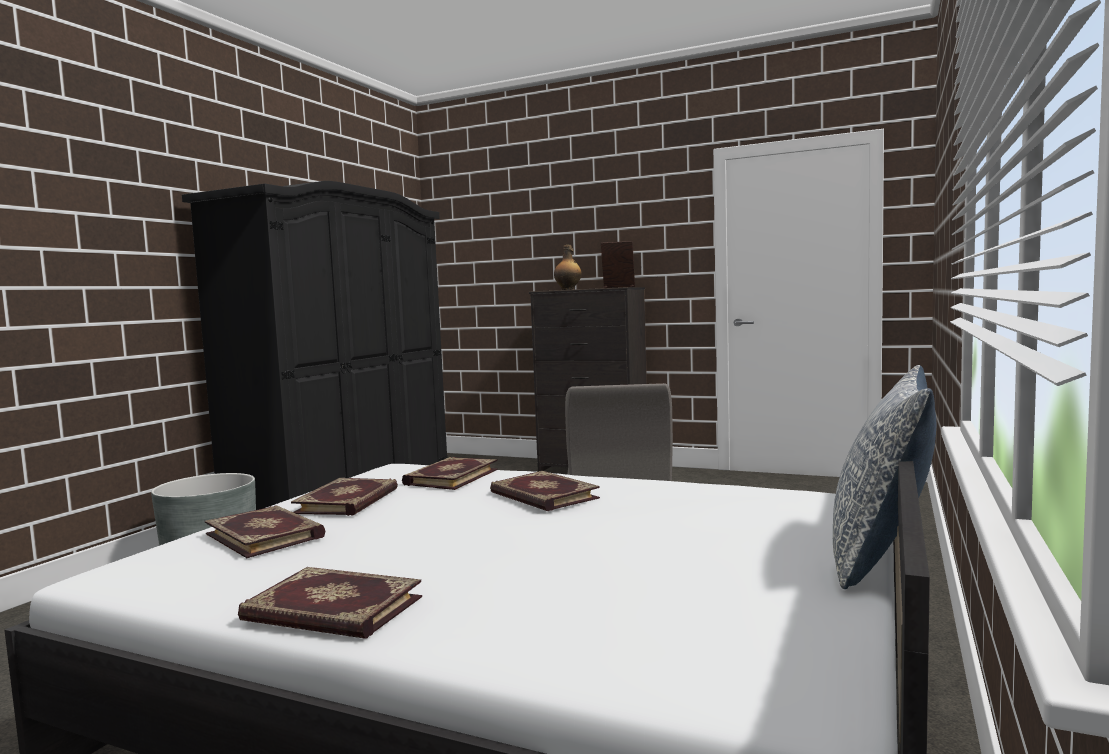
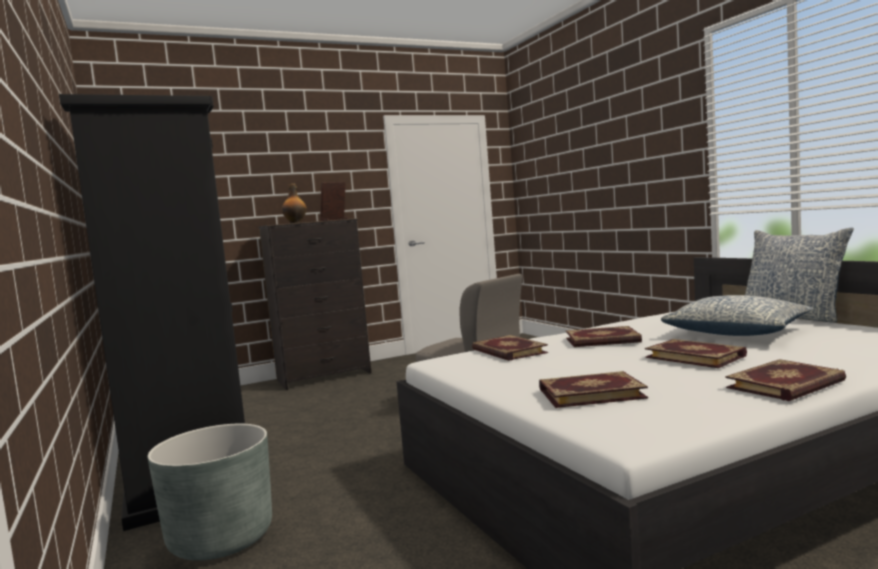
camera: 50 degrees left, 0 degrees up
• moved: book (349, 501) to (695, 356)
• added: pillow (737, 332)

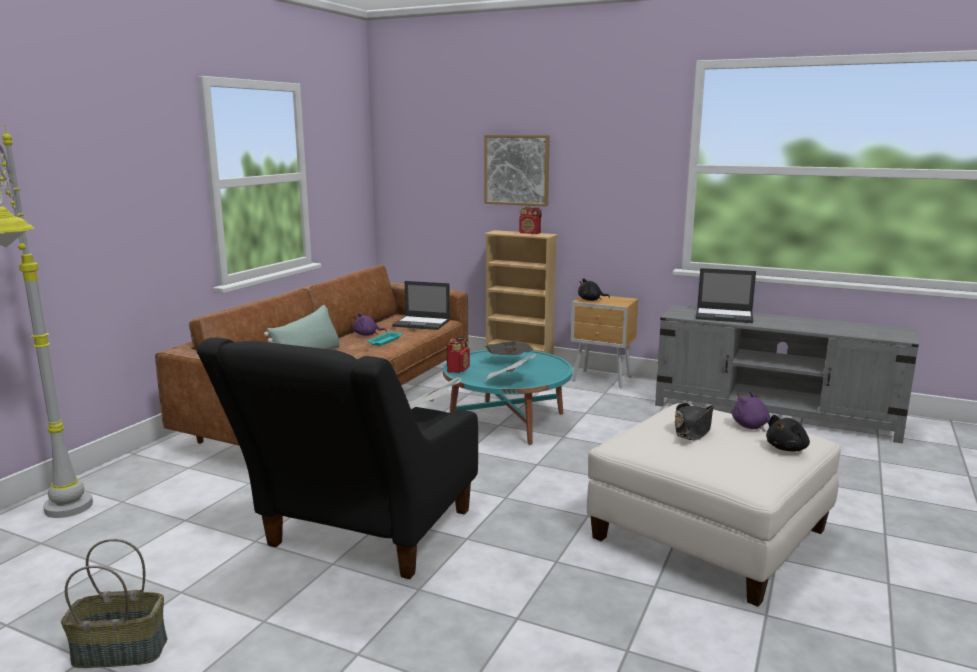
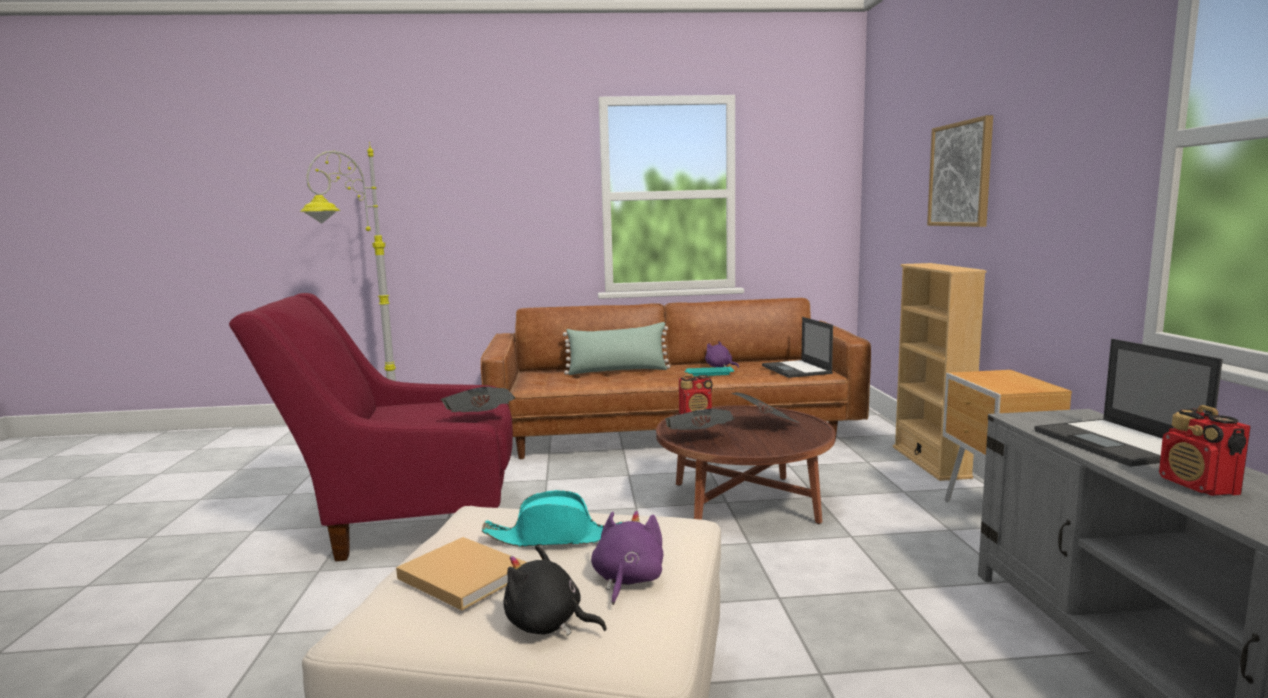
camera: 60 degrees right, 5 degrees down
• removed: basket (121, 650)
• recoloured: black_armchair (361, 537) to red_armchair (405, 520)
• recoloured: turquoise_coffee_table (507, 421) to brown_coffee_table (743, 502)
• moved: radio (530, 233) to (1199, 486)
• removed: black_plush_toy (591, 300)
• recoloured: black_hat (693, 430) to turquoise_hat (555, 537)
• added: beige_book (460, 575)

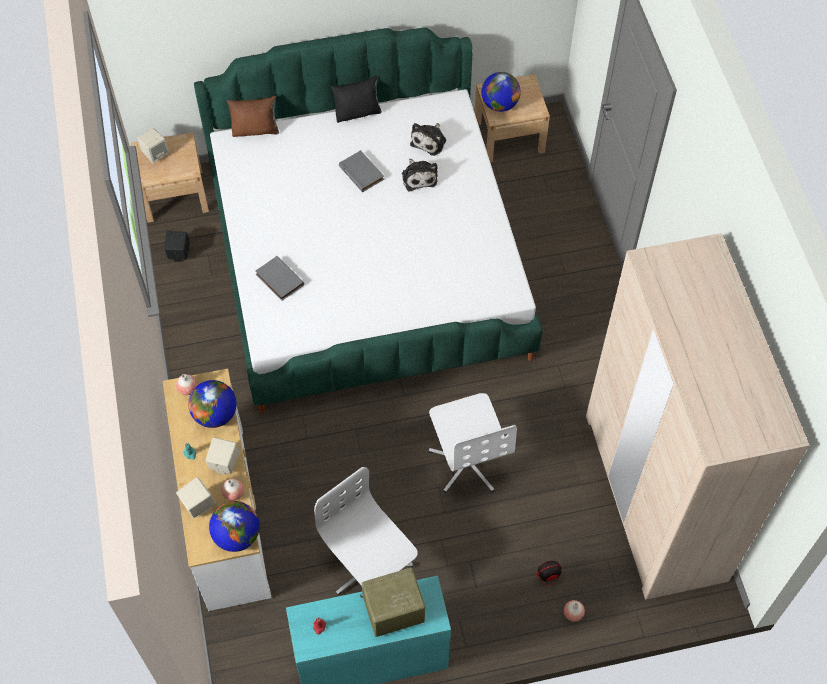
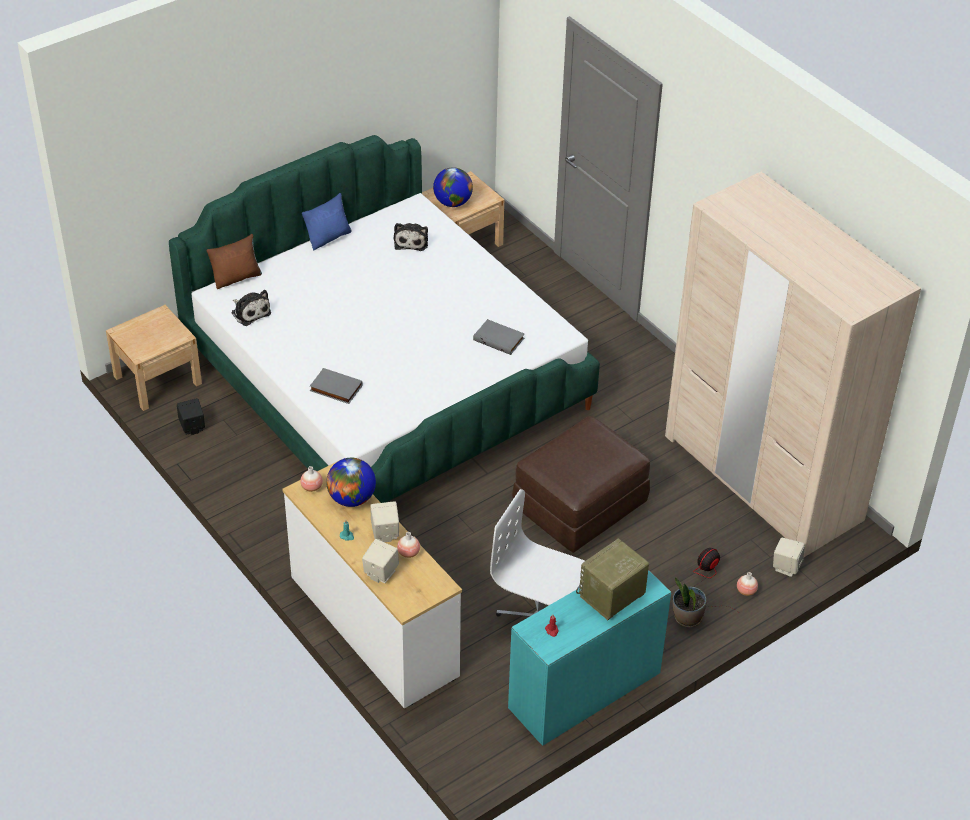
camera: 25 degrees left, 15 degrees down
• moved: beige_speaker (155, 154) to (786, 566)
• removed: globe (237, 535)
• recoloured: black_pillow (357, 113) to blue_pillow (328, 238)
• moved: grey_book (362, 173) to (499, 339)
• moved: plush_toy (418, 177) to (250, 312)
• replaced: white_office_chair (468, 462) to brown_ottoman (579, 506)
• added: potted_plant (687, 618)

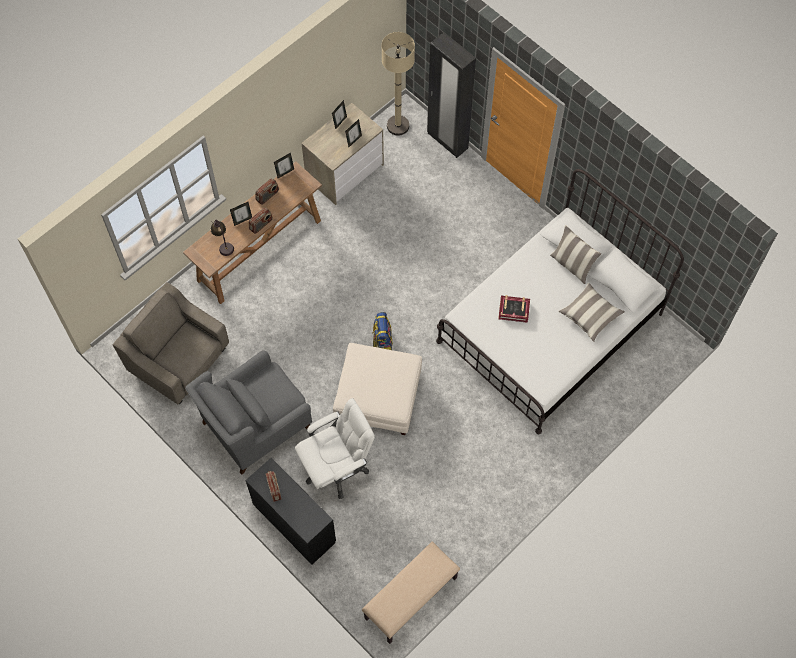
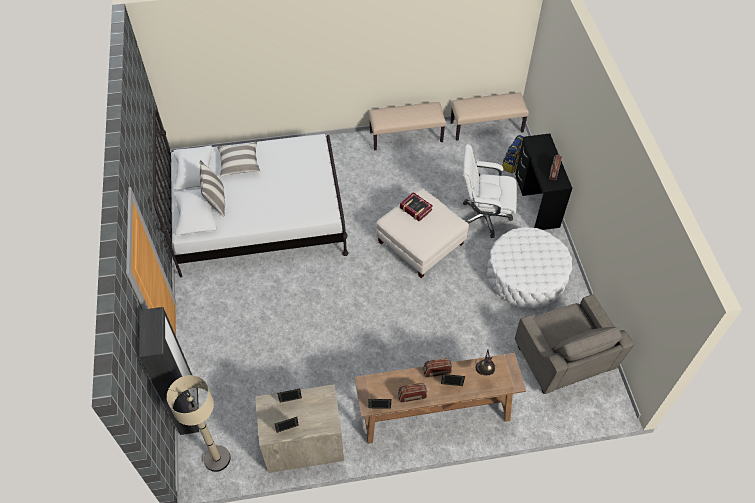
camera: 145 degrees left, 10 degrees down
• replaced: grey_armchair (256, 424) to white_ottoman (526, 276)
• moved: backpack (382, 341) to (512, 165)
• moved: book (514, 310) to (415, 209)
• added: beige_bench (406, 136)

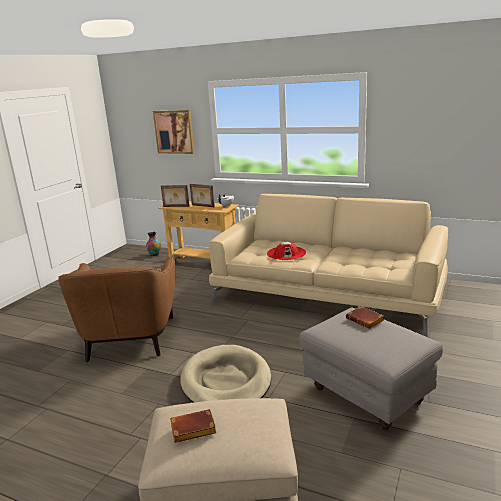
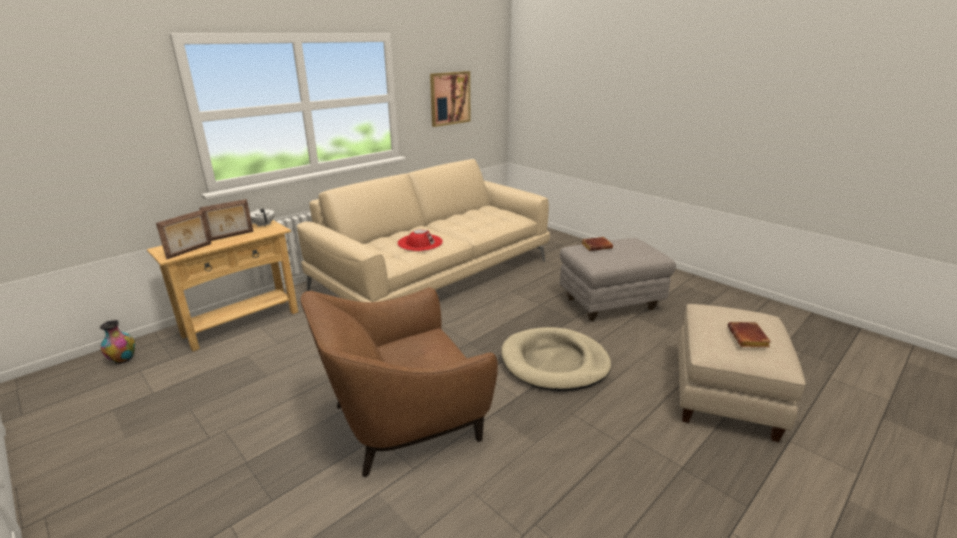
camera: 70 degrees left, 5 degrees up
• turned: brown_armchair (129, 339) = (403, 421) 135 degrees clockwise
• moved: picture (174, 132) to (450, 98)

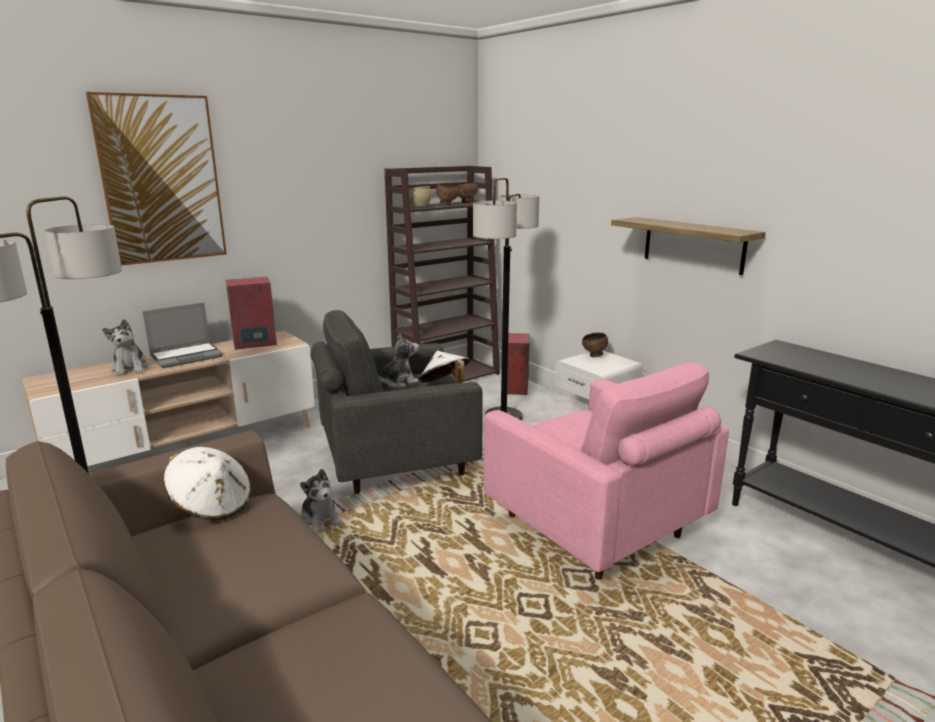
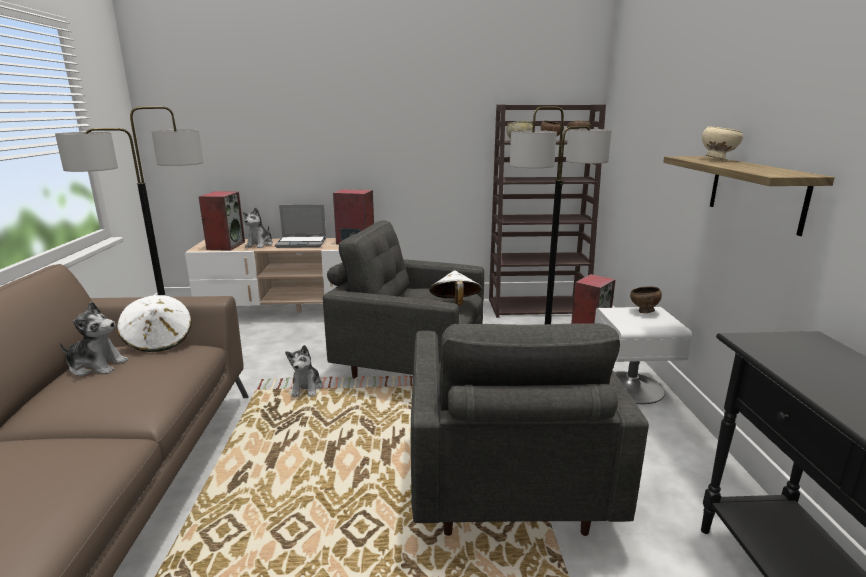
camera: 35 degrees right, 0 degrees up
• removed: picture (161, 180)
• moved: plush_toy (398, 382) to (96, 366)
• recoloured: pink_armchair (595, 529) to grey_armchair (505, 485)
• added: speaker (225, 245)
• added: beige_bowl (717, 159)

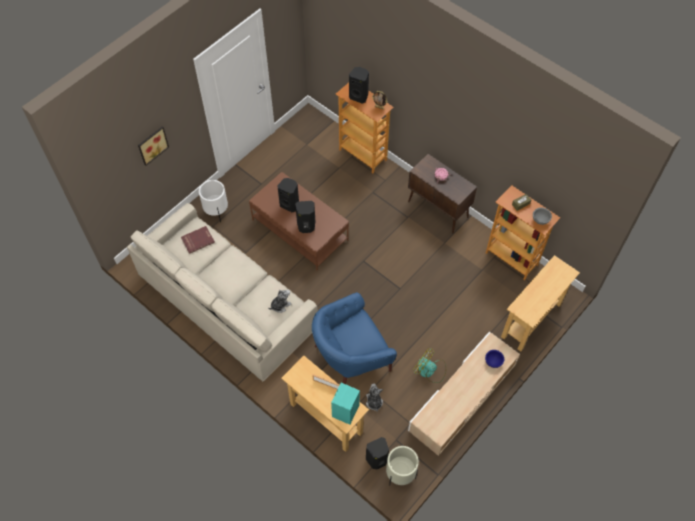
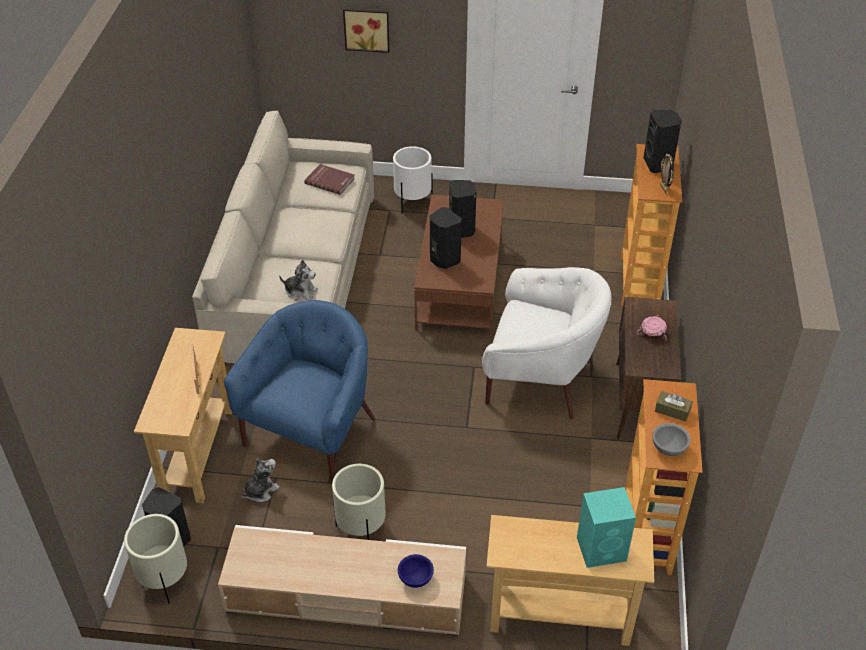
camera: 55 degrees right, 15 degrees down
• turned: blue_armchair (351, 357) = (311, 431) 90 degrees clockwise
• moved: turquoise_speaker (346, 410) to (602, 549)
• replaced: fan (429, 370) to beige_planter (361, 529)
• added: white_armchair (539, 377)

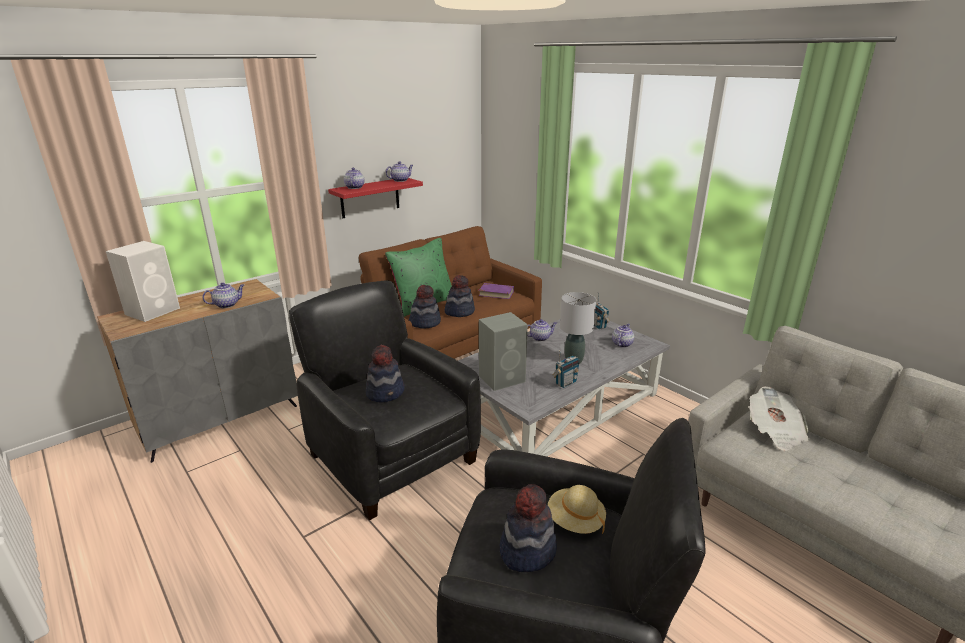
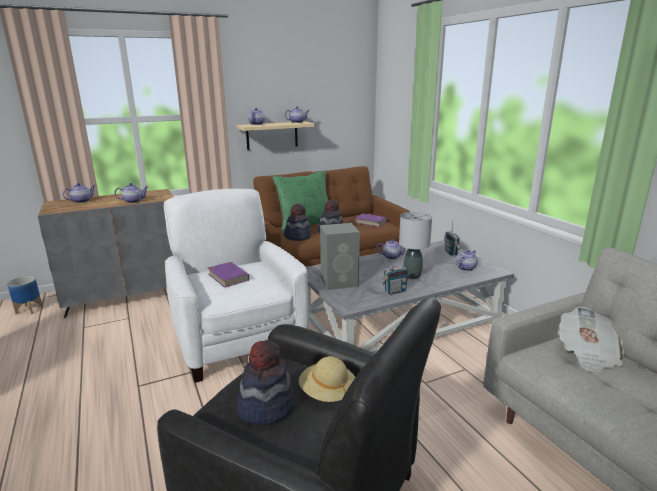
camera: 15 degrees right, 5 degrees down
• replaced: white_speaker (154, 311) to teapot (82, 201)
• recoloured: black_armchair (391, 456) to white_armchair (238, 339)
• recoloured: red_shelf (370, 197) to beige_shelf (272, 135)
• replaced: hat (386, 392) to purple_book (228, 277)
• added: planter (29, 309)

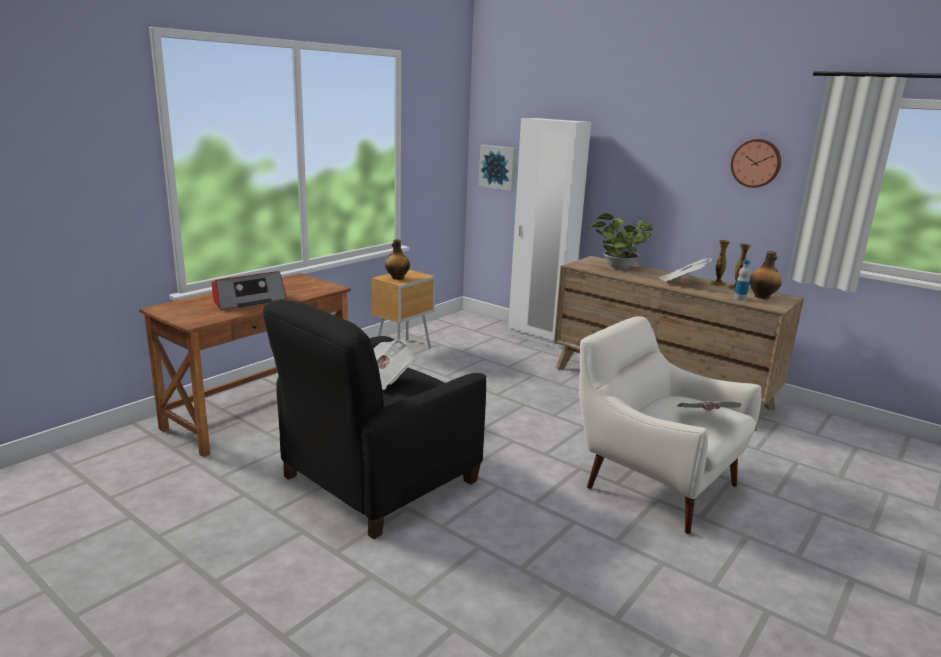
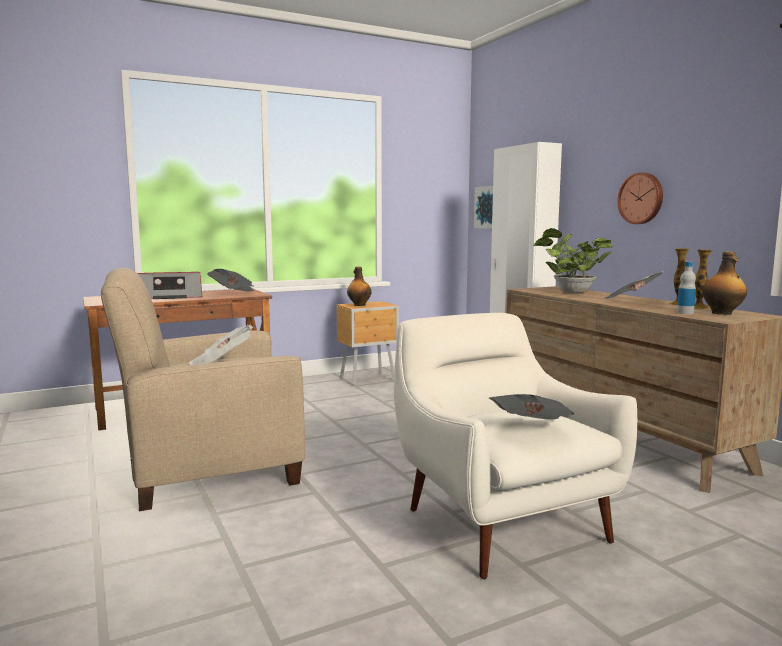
camera: 25 degrees right, 10 degrees down
• recoloured: black_armchair (378, 480) to beige_armchair (210, 467)
• moved: wall_clock (756, 163) to (641, 198)
• added: newspaper (233, 293)

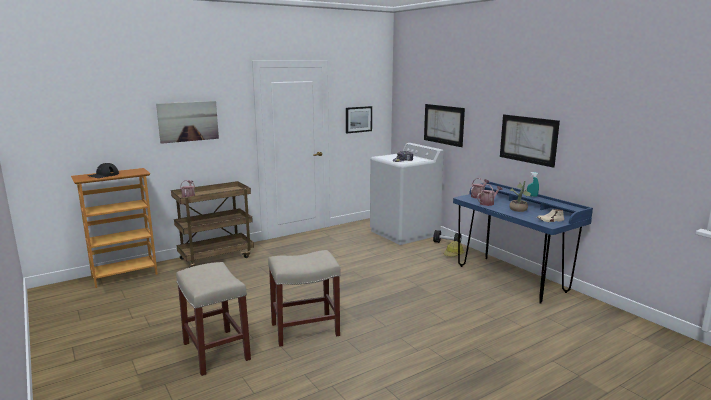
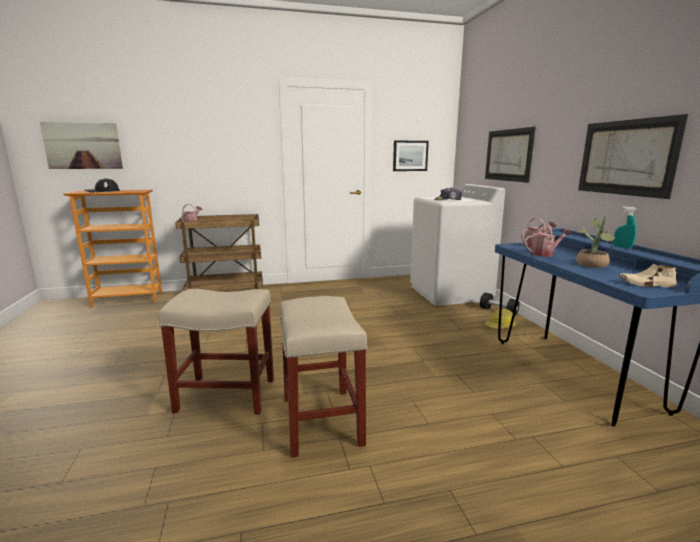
camera: 20 degrees right, 0 degrees up
• moved: picture (188, 121) to (83, 146)
• moved: beige_stool (215, 351) to (320, 419)

